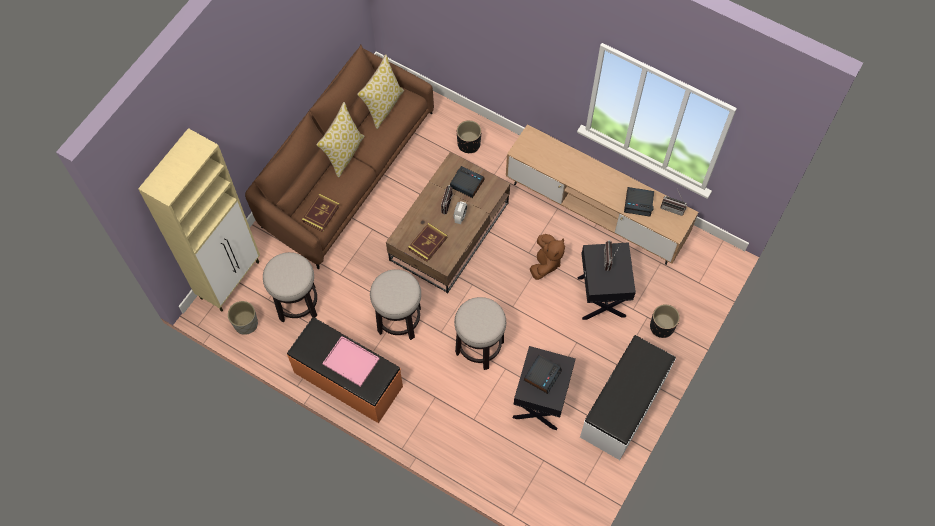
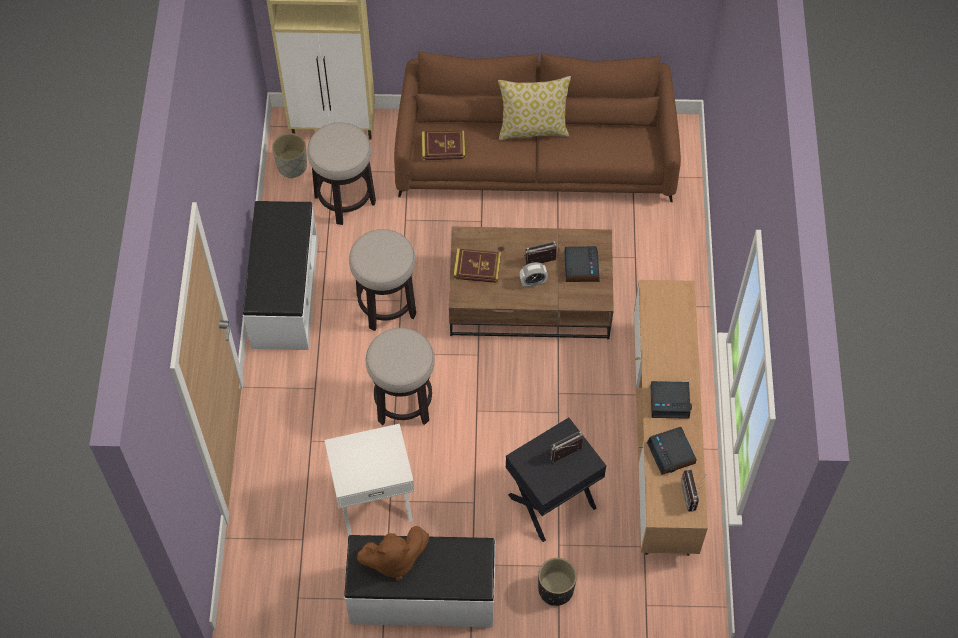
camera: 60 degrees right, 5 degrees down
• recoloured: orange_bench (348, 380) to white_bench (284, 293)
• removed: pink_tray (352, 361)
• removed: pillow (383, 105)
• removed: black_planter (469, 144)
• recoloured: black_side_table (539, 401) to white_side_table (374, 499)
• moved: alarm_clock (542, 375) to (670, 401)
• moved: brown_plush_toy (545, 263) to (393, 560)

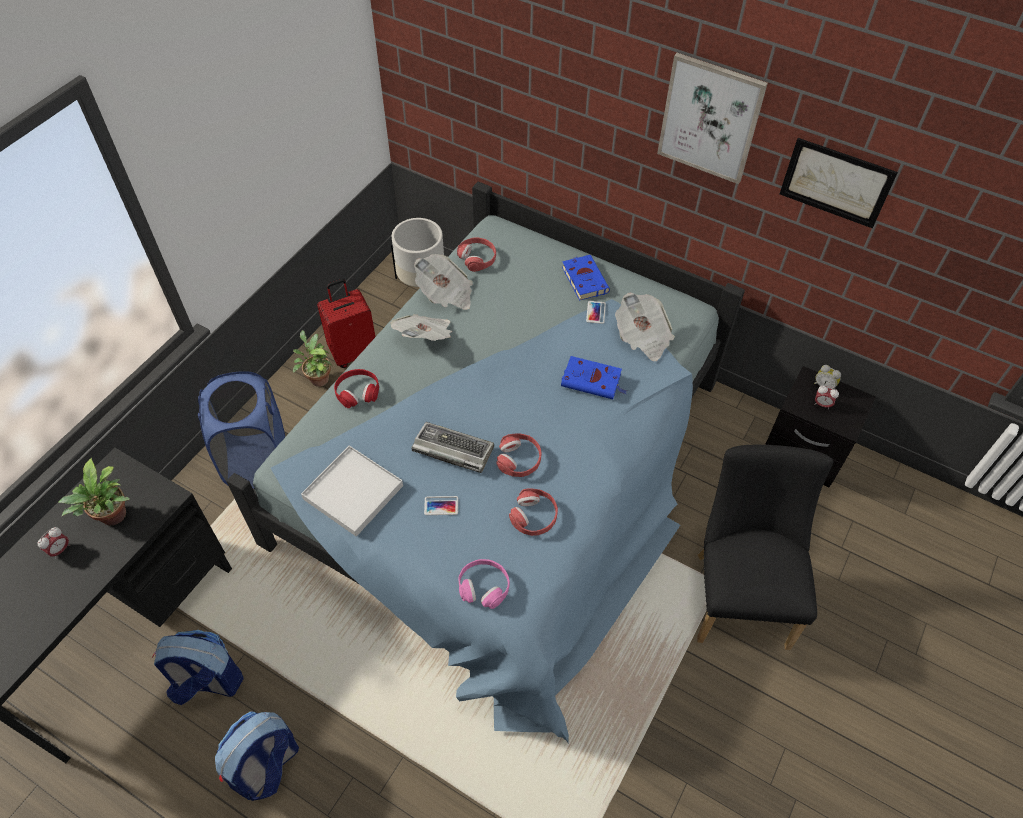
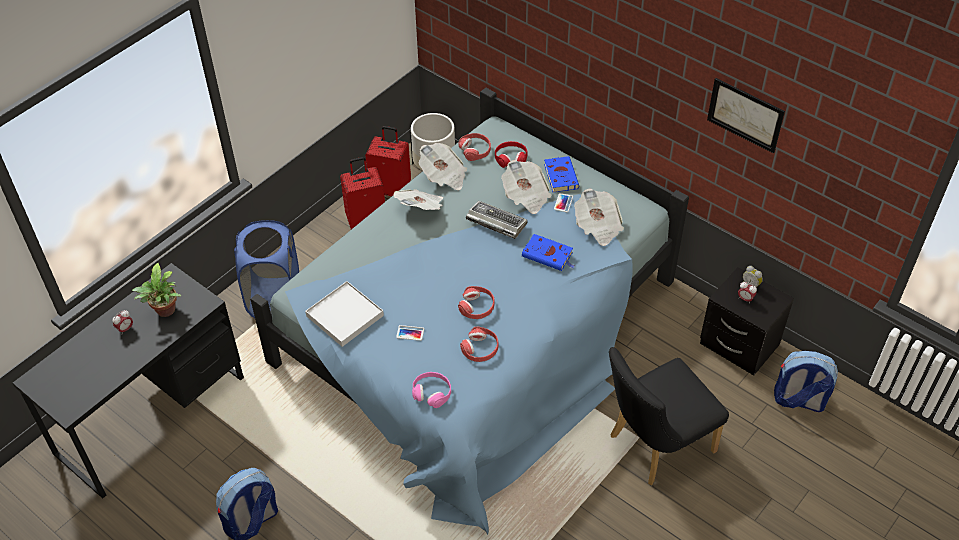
camera: 10 degrees right, 5 degrees down
• moved: backpack (208, 681) to (798, 400)
• removed: potted_plant (317, 378)
• moved: red_headphones (357, 392) to (511, 158)
• moved: keyboard (452, 450) to (495, 222)
• removed: picture (710, 118)
• turned: black_chair (739, 591) = (655, 446) 135 degrees counterclockwise
• added: red_suitcase (391, 190)
• added: newspaper (526, 196)

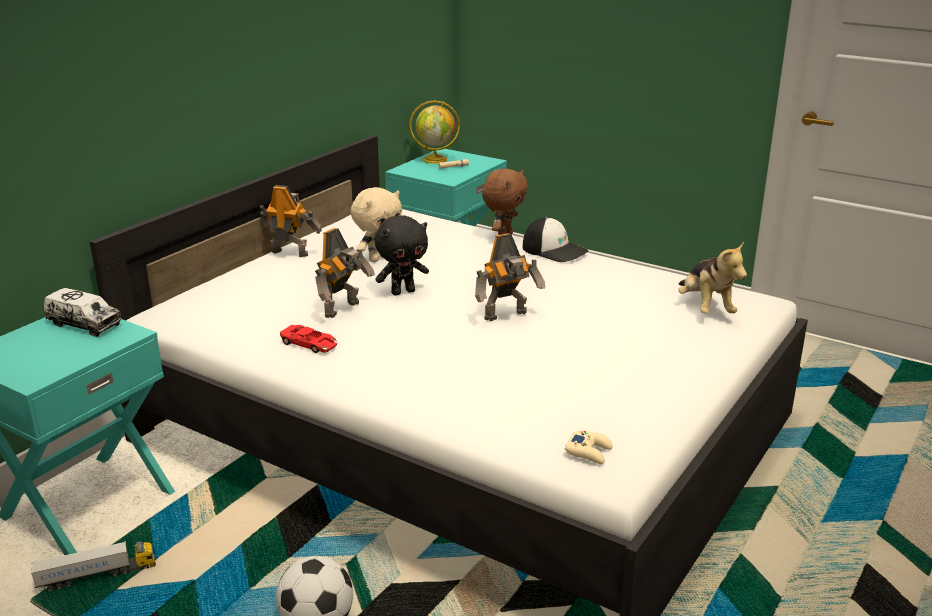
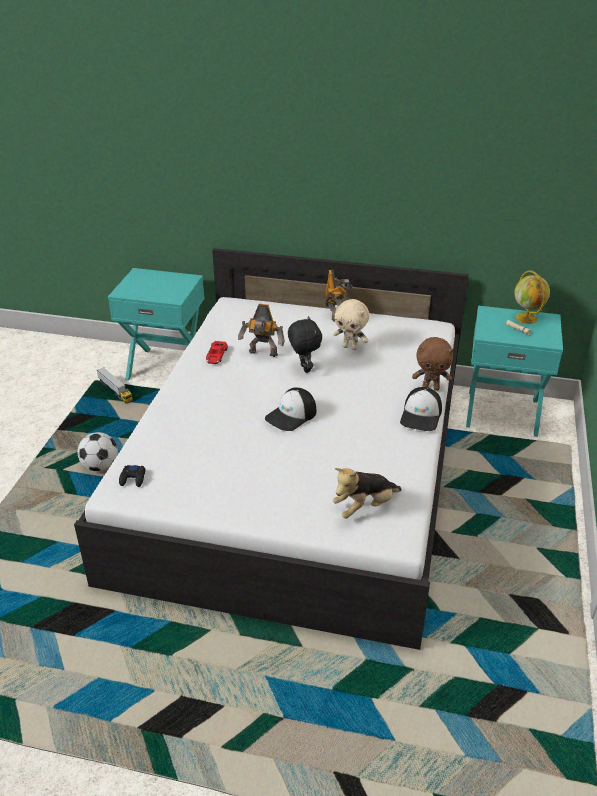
camera: 70 degrees right, 10 degrees up
• removed: toy_truck (84, 324)
• turned: black_plush_toy (403, 292) = (304, 368) 150 degrees counterclockwise
• replaced: toy_robot (507, 316) to cap (291, 415)
• recoloured: beige_game_controller (589, 452) to black_game_controller (133, 478)

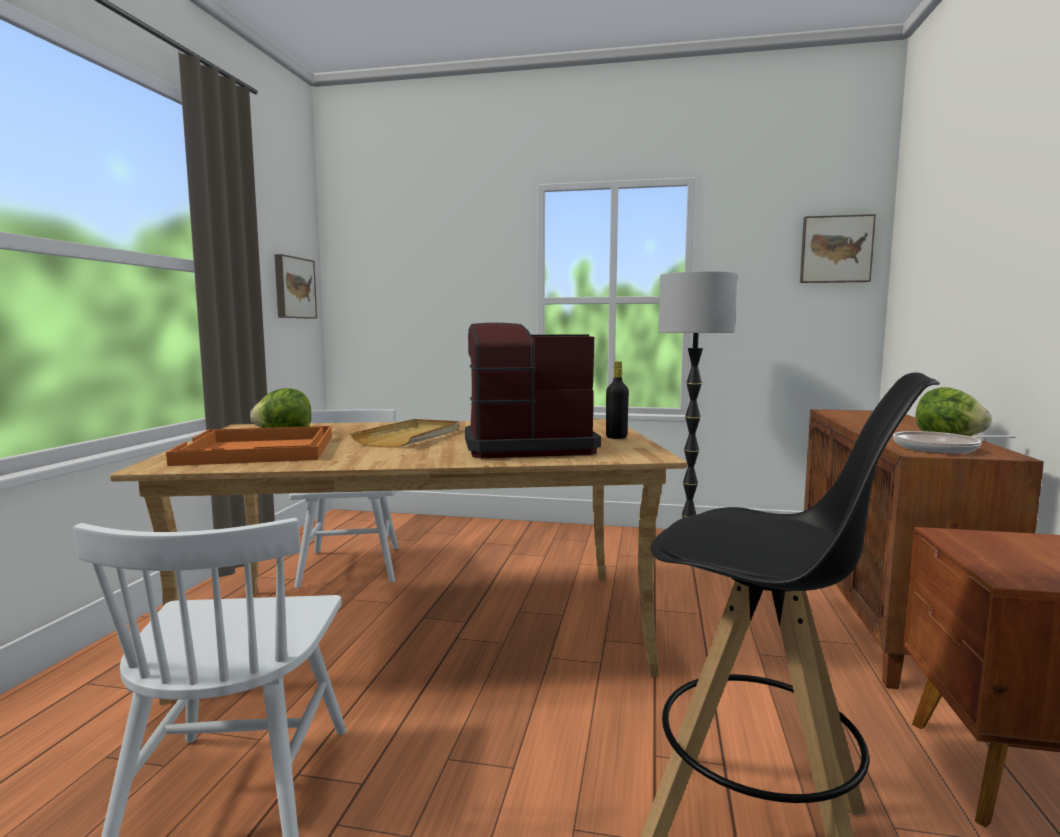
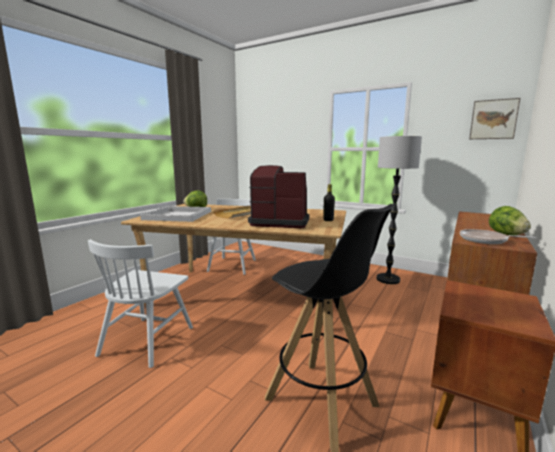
camera: 20 degrees right, 5 degrees up
• recoloured: orange_tray (260, 450) to white_tray (178, 215)
• removed: picture (293, 288)

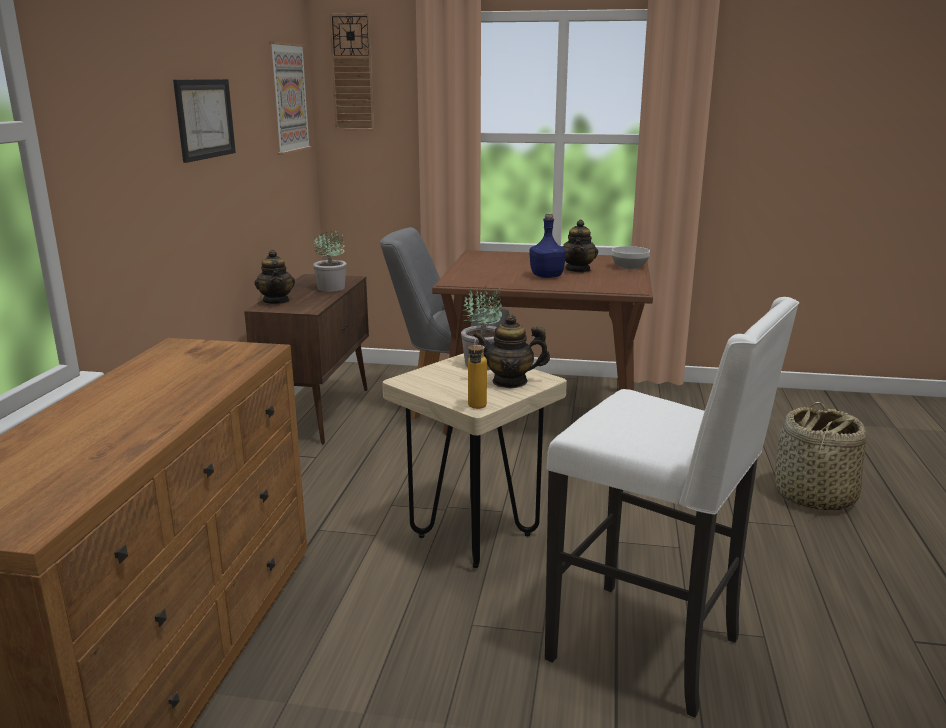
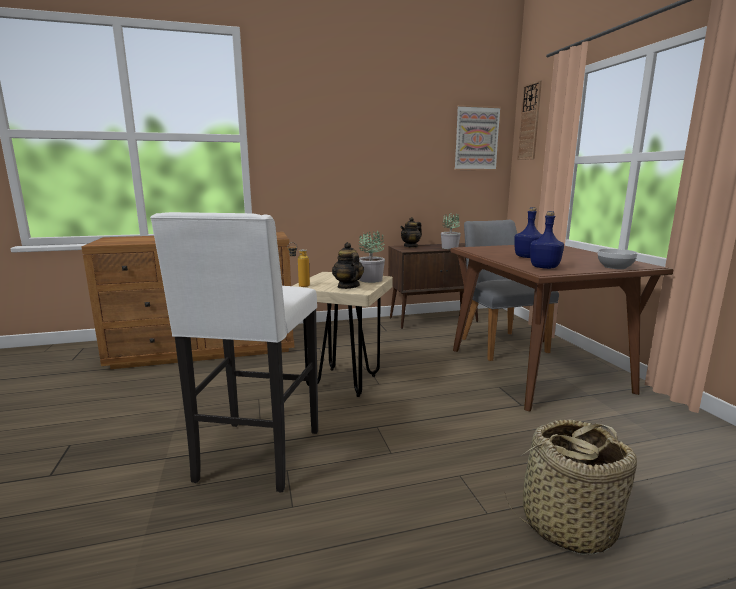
camera: 65 degrees right, 5 degrees down
• removed: picture (204, 119)
• removed: teapot (578, 270)
• added: blue_bottle (545, 267)

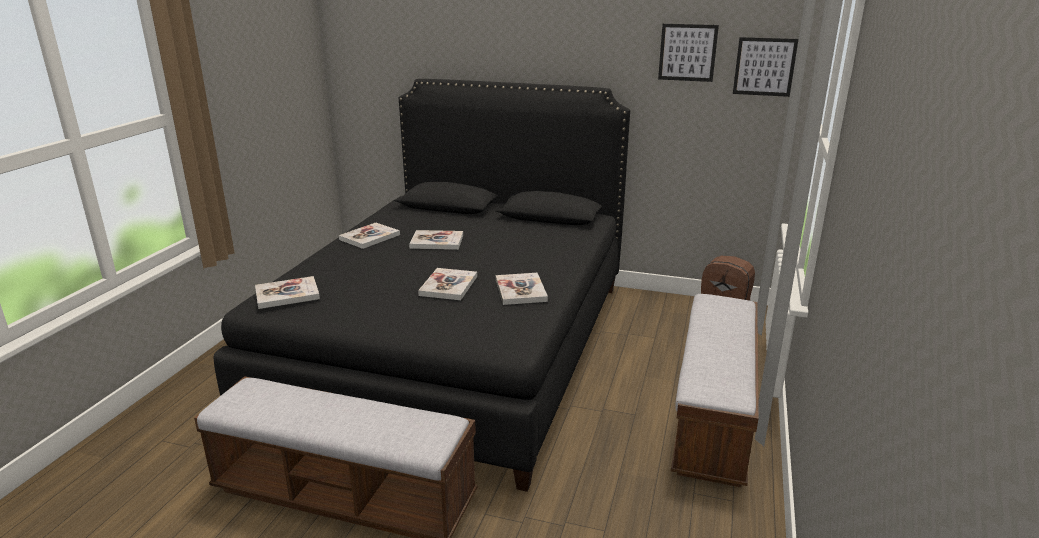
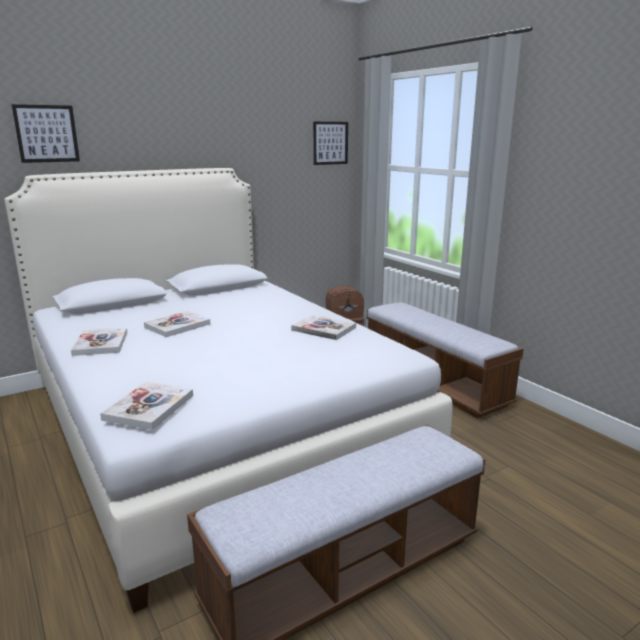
camera: 50 degrees left, 5 degrees down
• recoloured: black_bed (456, 346) to white_bed (213, 427)
• removed: book (448, 286)
• moved: picture (687, 52) to (46, 134)

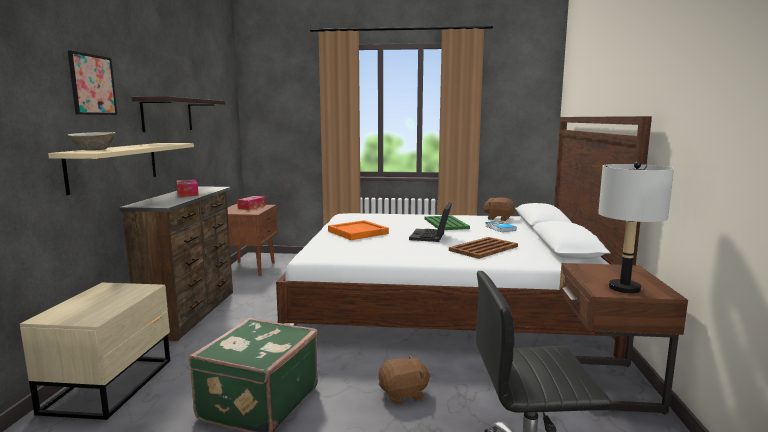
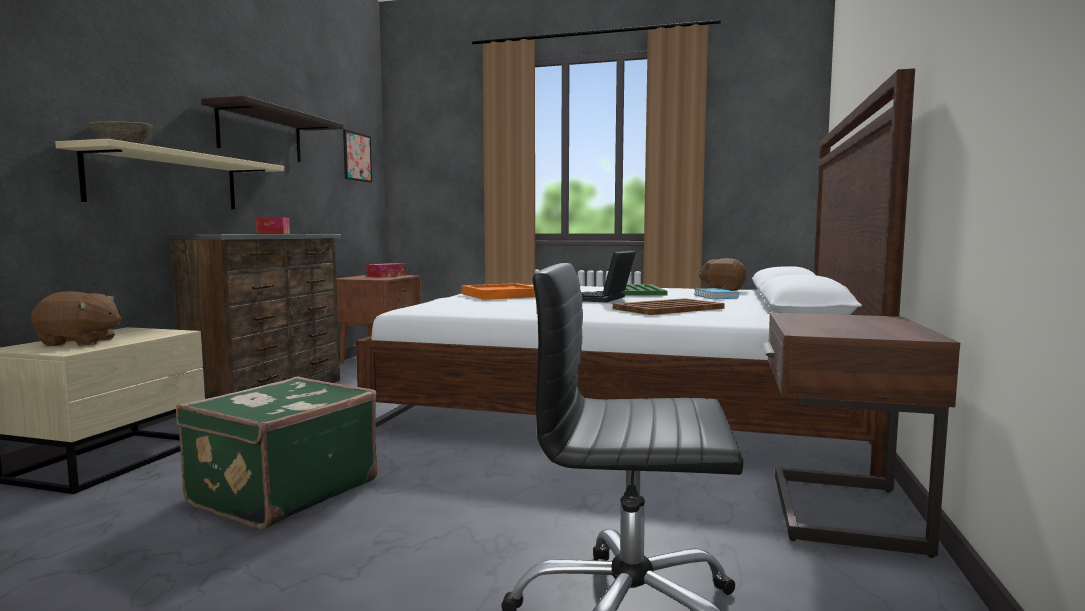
camera: 10 degrees right, 5 degrees down
• moved: picture (92, 85) to (357, 157)
• moved: brown_plush_toy (403, 394) to (79, 342)
• removed: grey_table_lamp (624, 288)

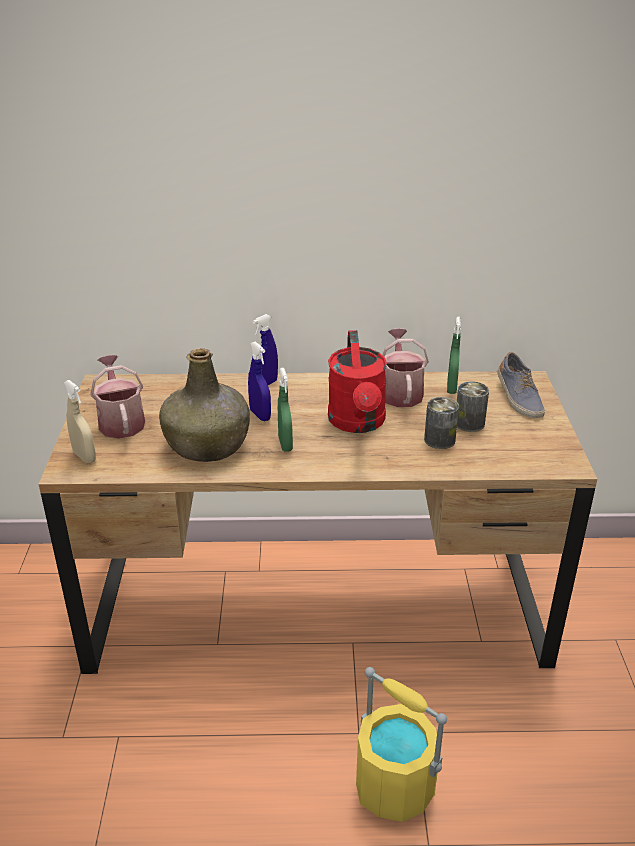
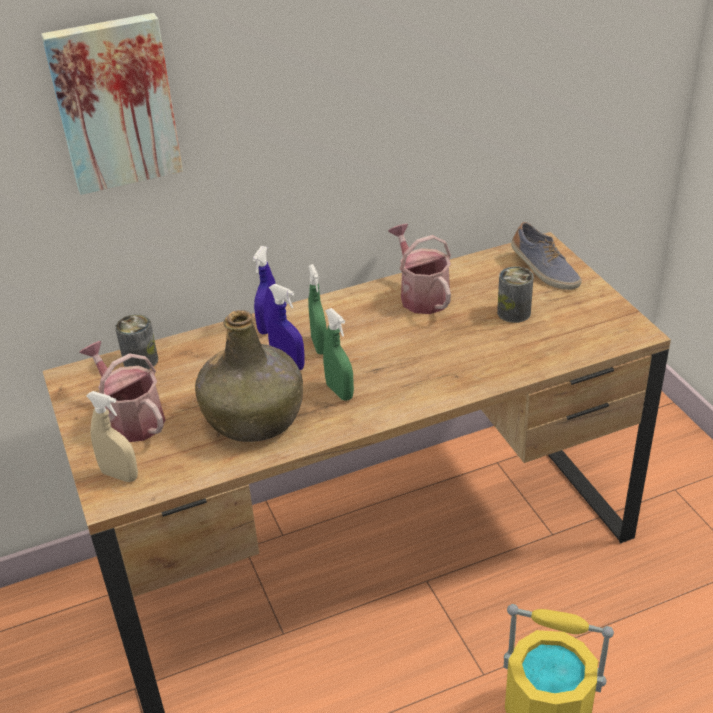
camera: 20 degrees left, 5 degrees up
• removed: red_watering_can (358, 423)
• moved: can (439, 440) to (140, 361)
• moved: green_spray_bottle (451, 388) to (319, 346)
• added: picture (114, 103)

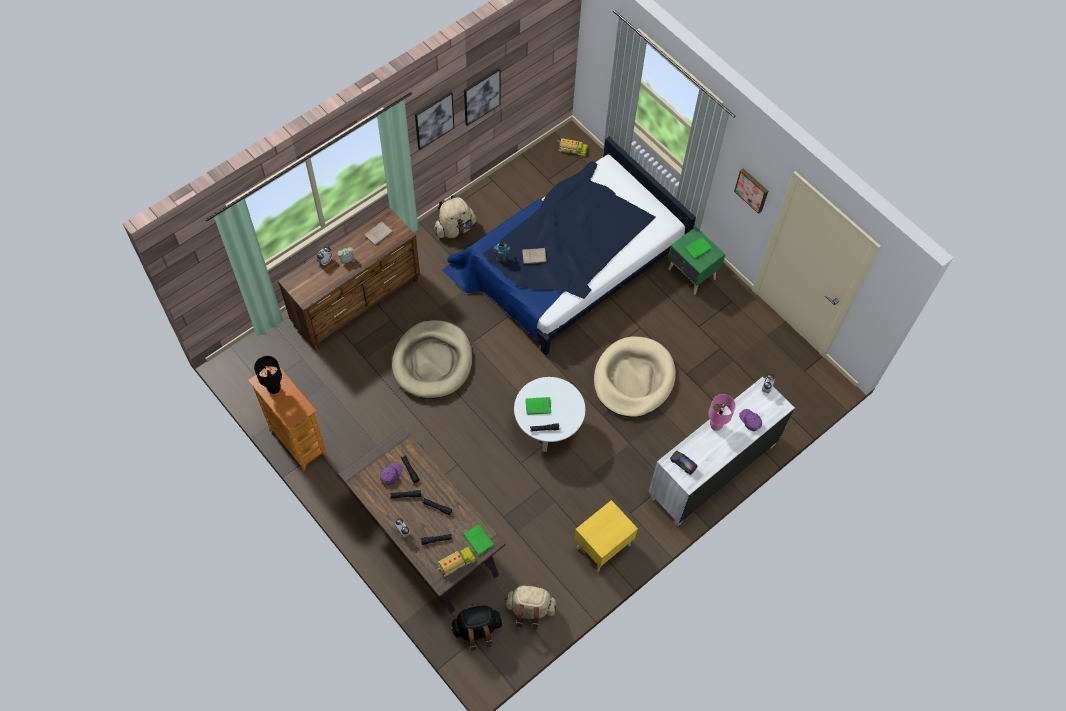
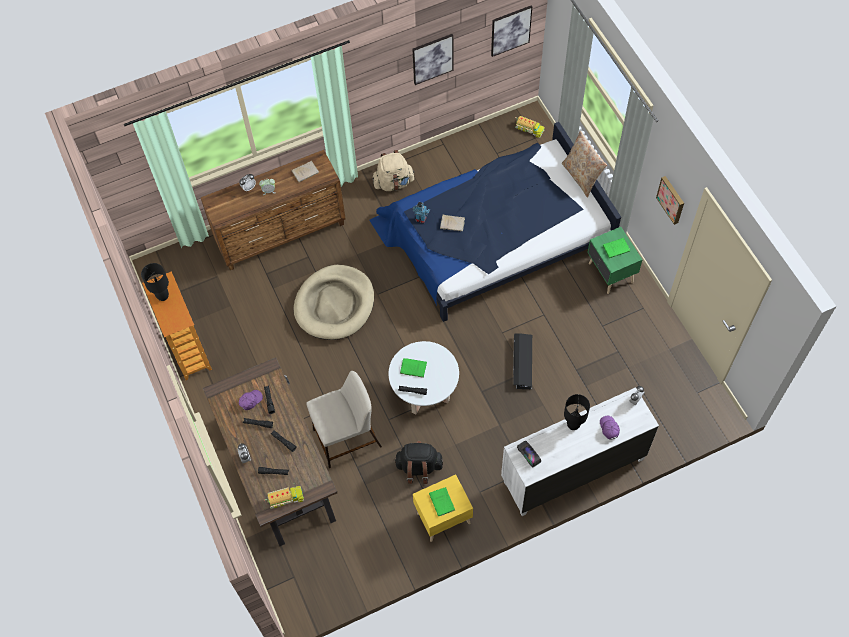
camera: 20 degrees right, 0 degrees up
• moved: picture (434, 120) to (510, 30)
• moved: black_backpack (476, 629) to (419, 467)
• moved: green_book (479, 540) to (442, 503)
• removed: beige_backpack (530, 609)
• replaced: beige_dog_bed (633, 379) to black_storage_box (522, 363)
• recoloured: pink_table_lamp (715, 425) to black_table_lamp (573, 424)
• added: beige_stool (346, 438)
• added: beige_pillow (581, 177)

